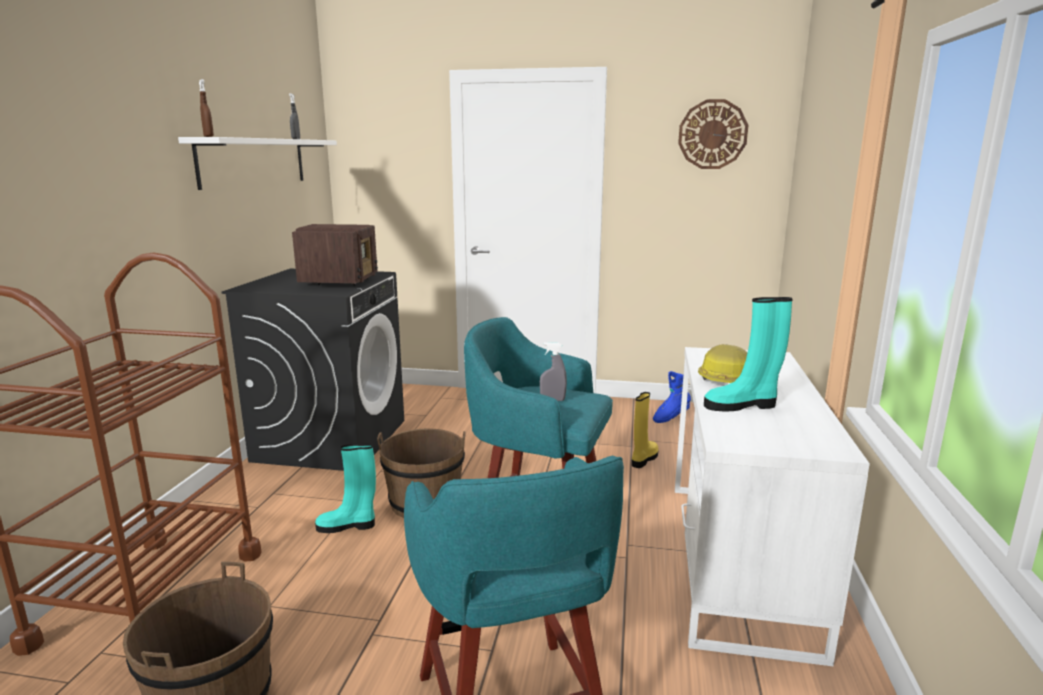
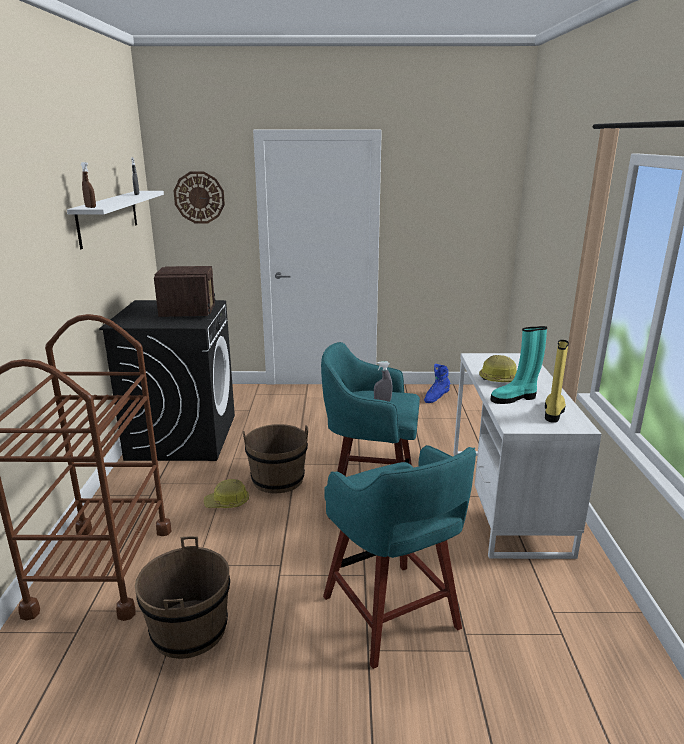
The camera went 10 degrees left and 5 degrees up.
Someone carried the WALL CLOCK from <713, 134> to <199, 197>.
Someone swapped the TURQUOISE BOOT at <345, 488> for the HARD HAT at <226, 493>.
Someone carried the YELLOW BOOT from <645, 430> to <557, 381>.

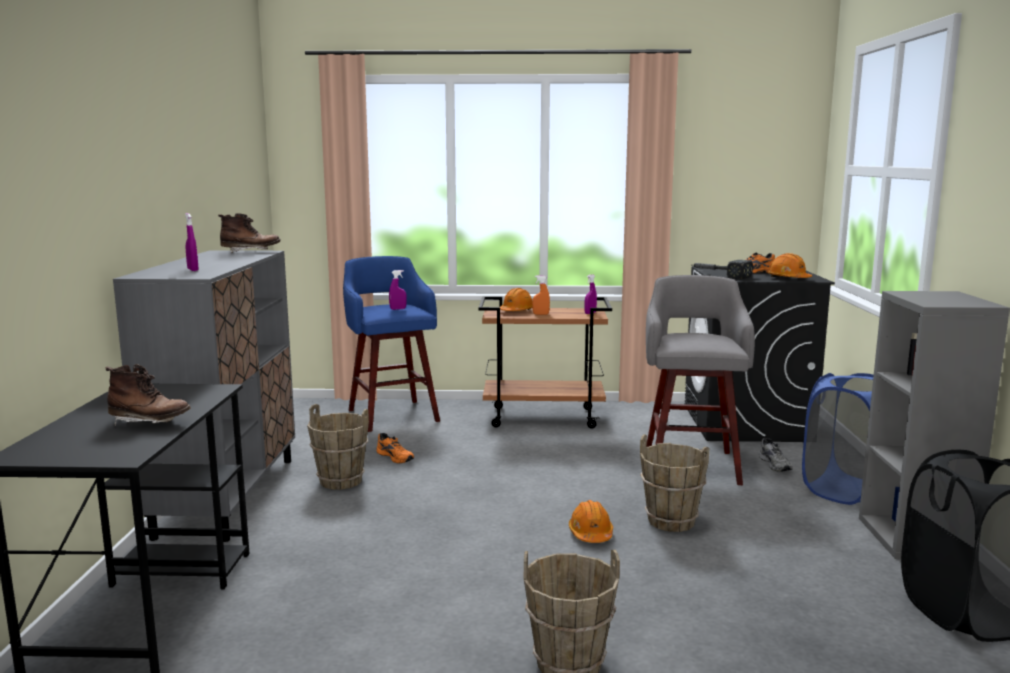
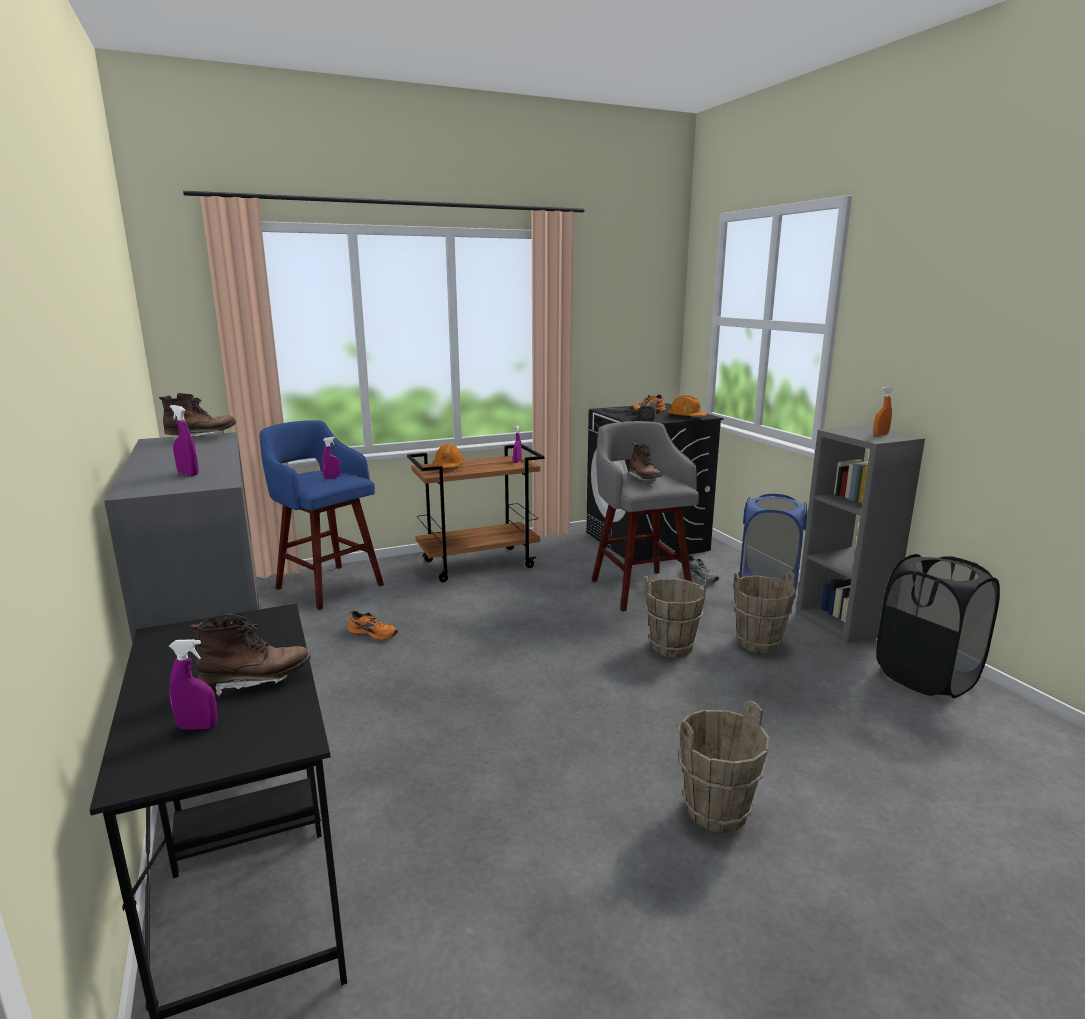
The camera went 25 degrees left and 5 degrees up.
Someone put down the PURPLE SPRAY BOTTLE at <193, 684>.
Someone put down the BROWN BOOT at <644, 461>.
Someone carried the BROWN BUCKET from <338, 447> to <764, 611>.
Someone carried the ORANGE SPRAY BOTTLE from <541, 295> to <883, 411>.
Someone took away the ORANGE HARD HAT at <591, 521>.

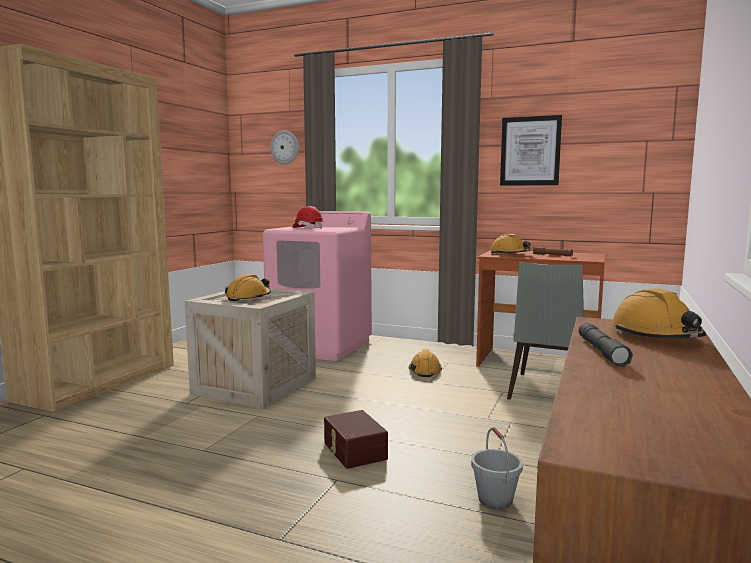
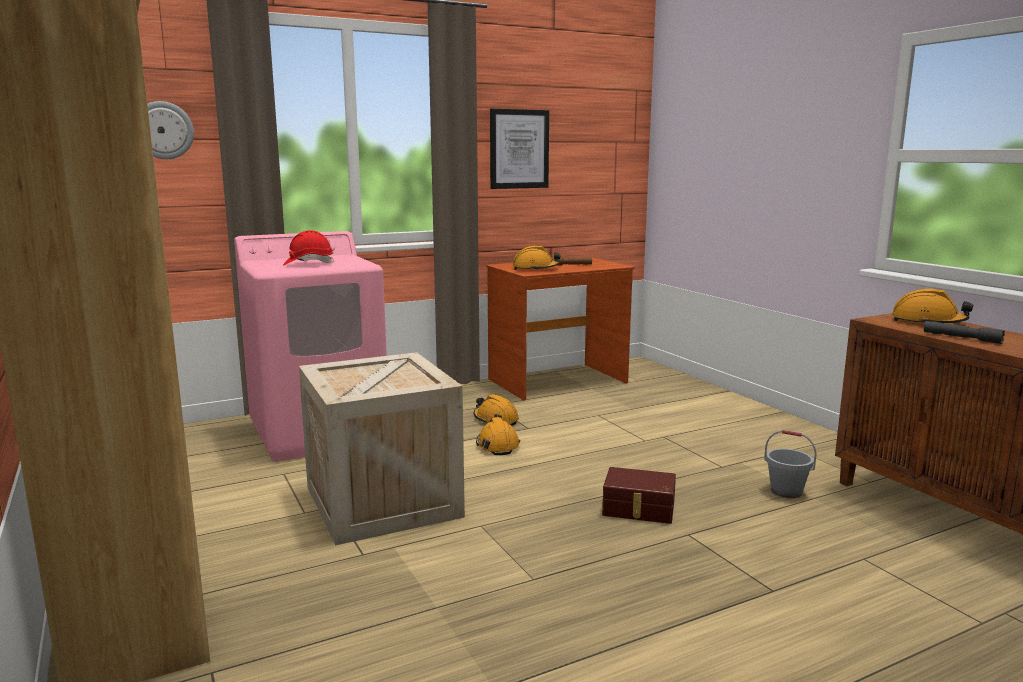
The camera went 50 degrees left and 5 degrees up.
Someone carried the ORANGE HARD HAT from <248, 287> to <498, 436>.
Someone took away the GREY CHAIR at <545, 331>.

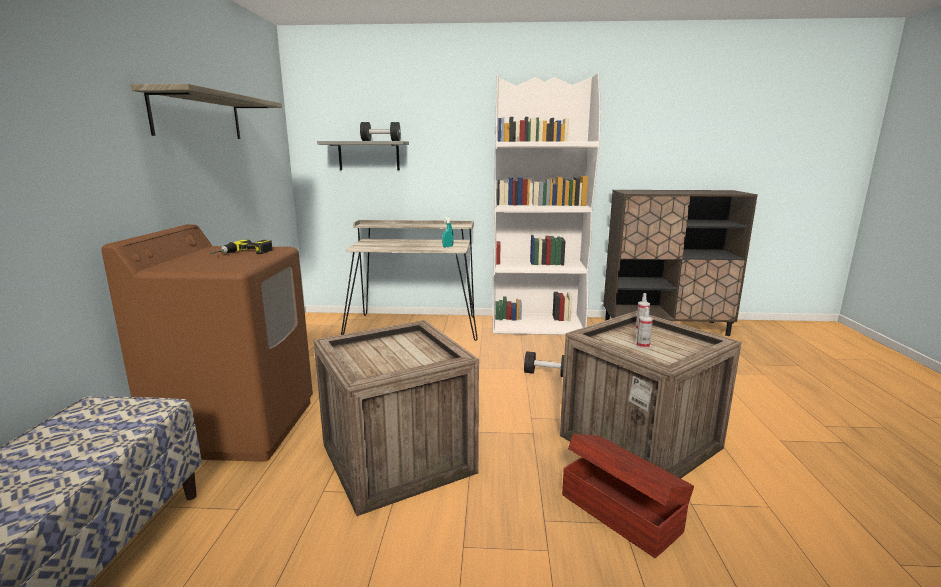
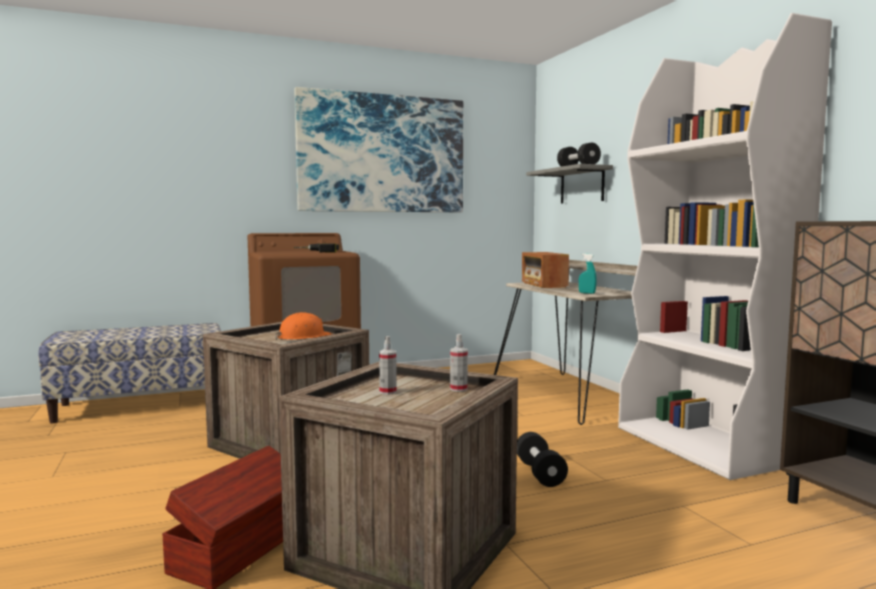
The camera went 65 degrees right and 10 degrees down.
Someone put down the ORANGE HARD HAT at <303, 326>.
Someone swapped the SHELF at <206, 111> for the PICTURE at <378, 149>.
Someone put down the RADIO at <545, 270>.

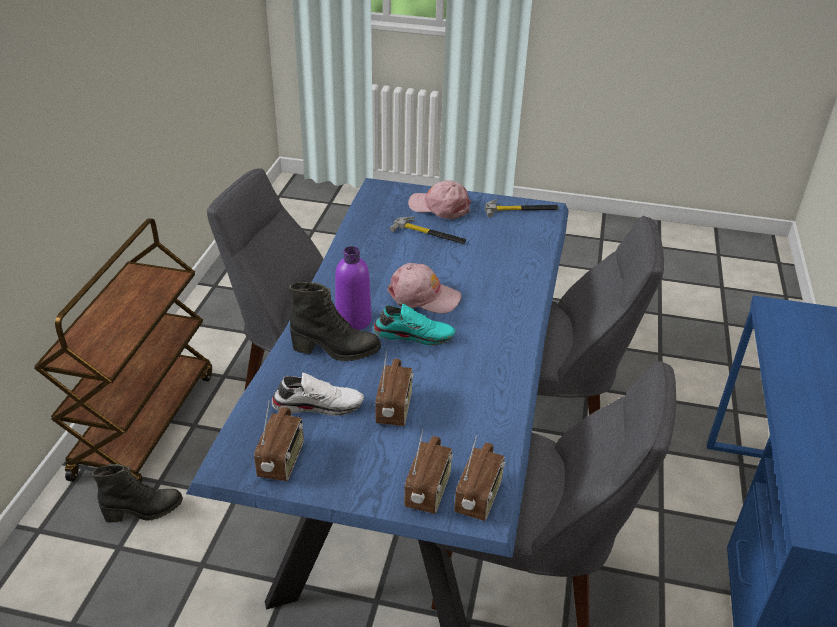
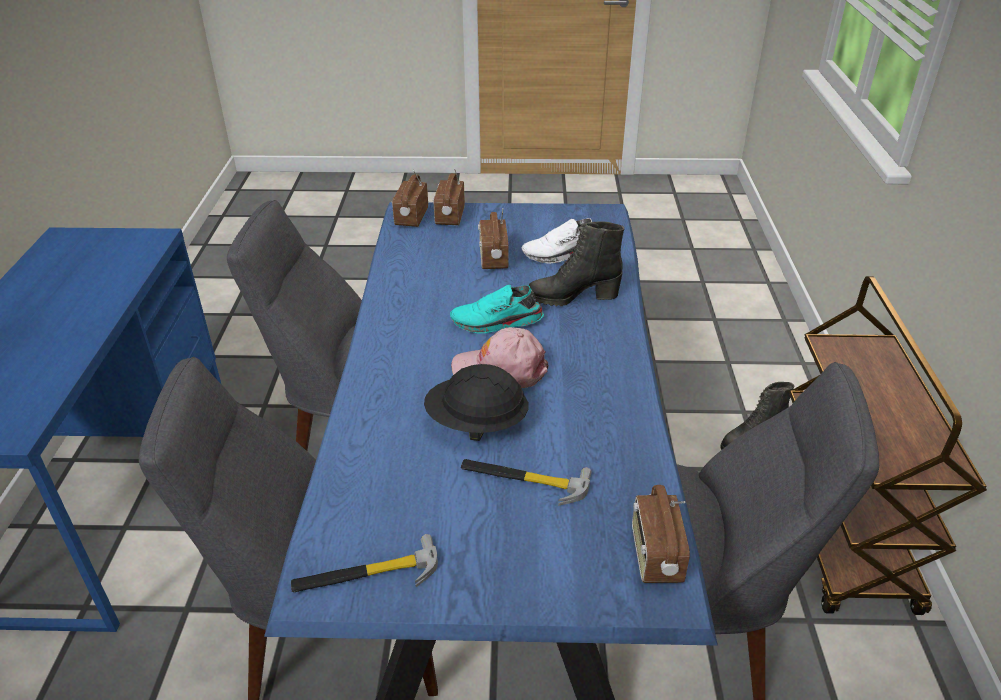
The camera went 170 degrees right and 0 degrees up.
Someone put down the BLACK HARD HAT at <476, 402>.
Someone carried the RADIO from <279, 440> to <661, 534>.
Someone took away the PURPLE BOTTLE at <353, 288>.
Someone took away the PINK CAP at <439, 199>.

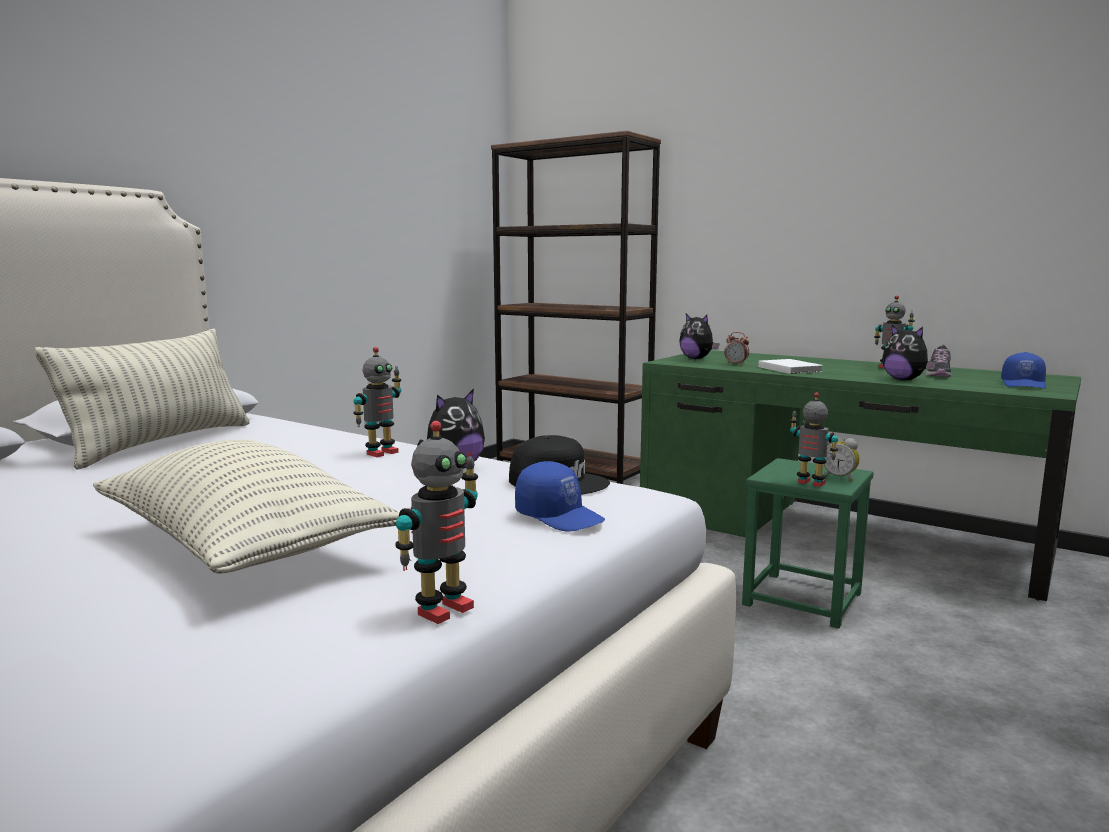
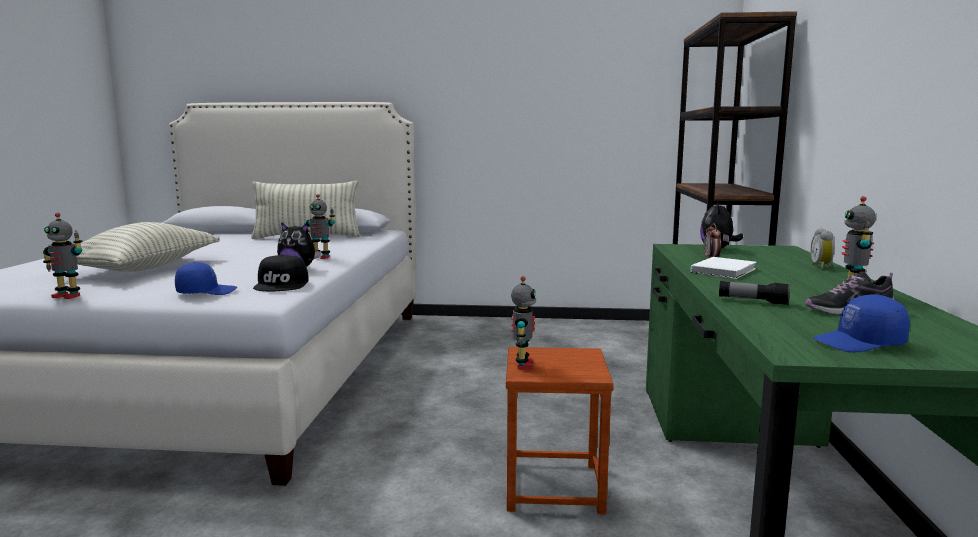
The camera went 60 degrees right and 0 degrees up.
Someone rotated the BLUE CAP at <560, 496> by 120 degrees counterclockwise.
Someone repainted the GREEN STOOL at <808, 543>, which became the BROWN STOOL at <560, 431>.
Someone swapped the PLUSH TOY at <909, 352> for the FLASHLIGHT at <754, 293>.
Someone carried the ALARM CLOCK from <842, 460> to <822, 248>.

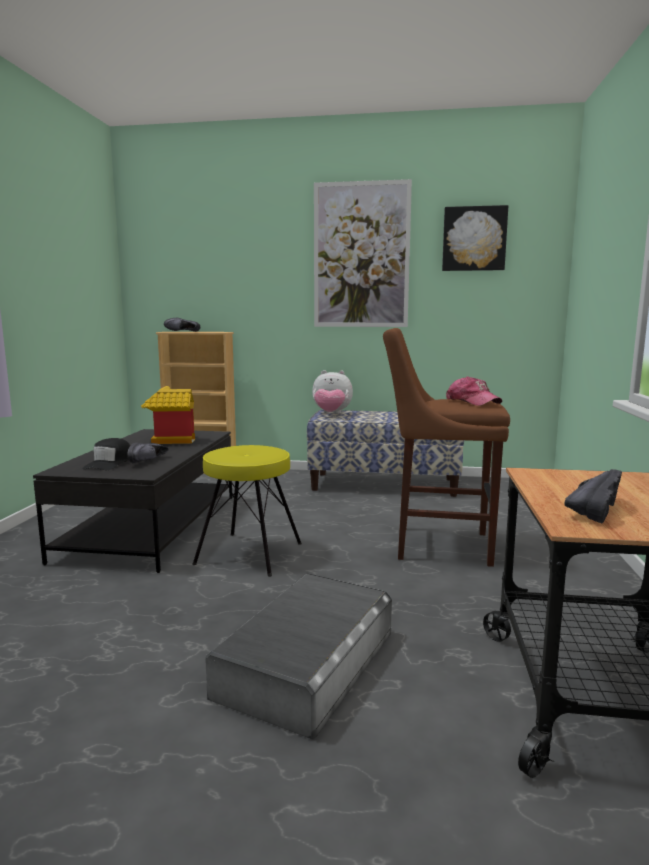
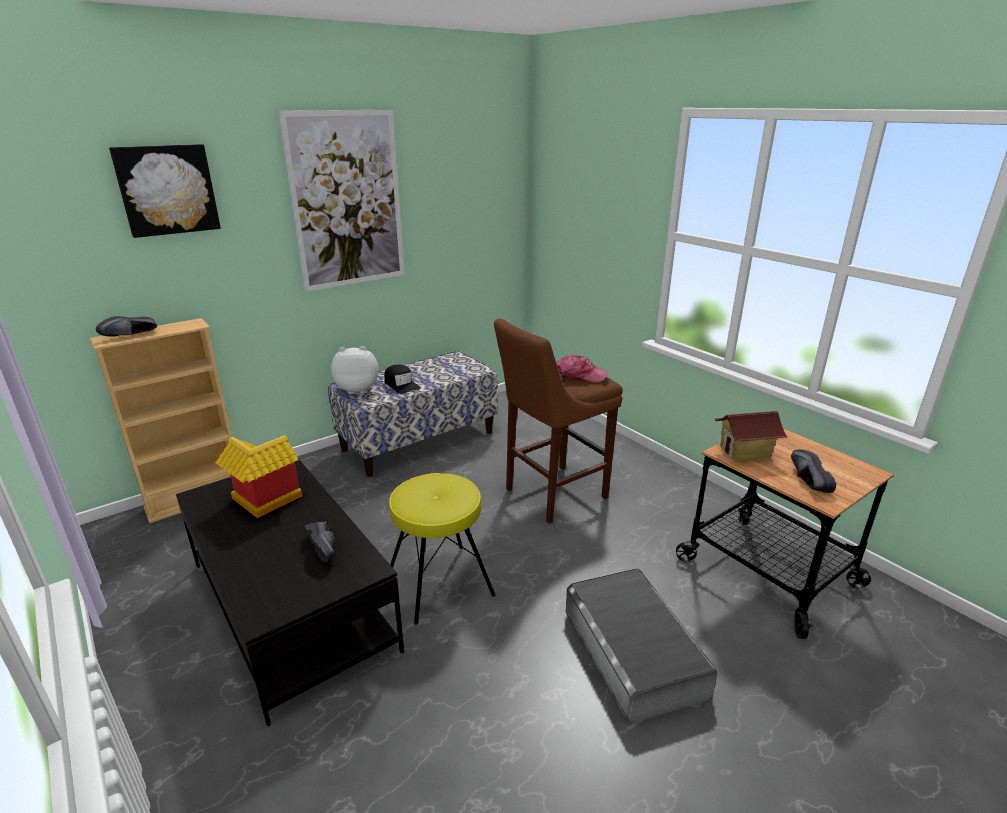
The camera went 45 degrees left and 15 degrees up.
Someone carried the PICTURE from <475, 238> to <165, 191>.
Someone rotated the PLUSH TOY at <332, 392> by 150 degrees counterclockwise.
Someone carried the BLACK CAP from <106, 454> to <402, 379>.
Someone put down the TOY HOUSE at <751, 436>.

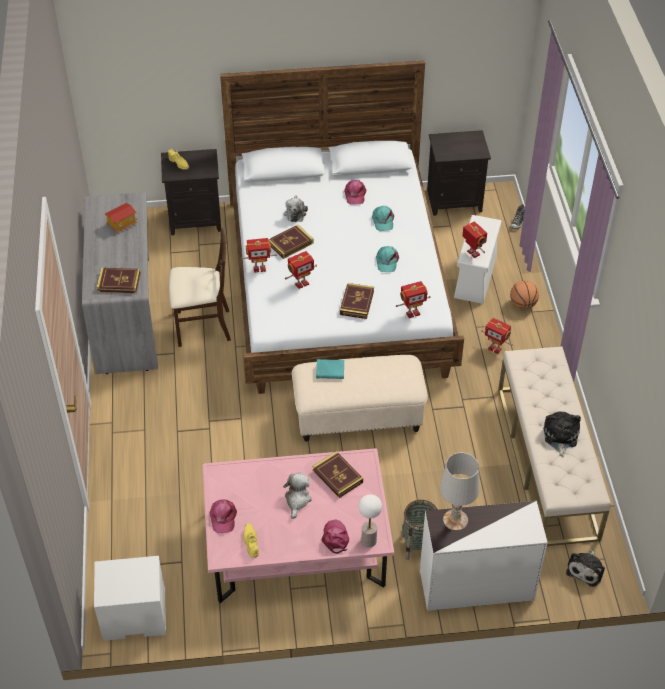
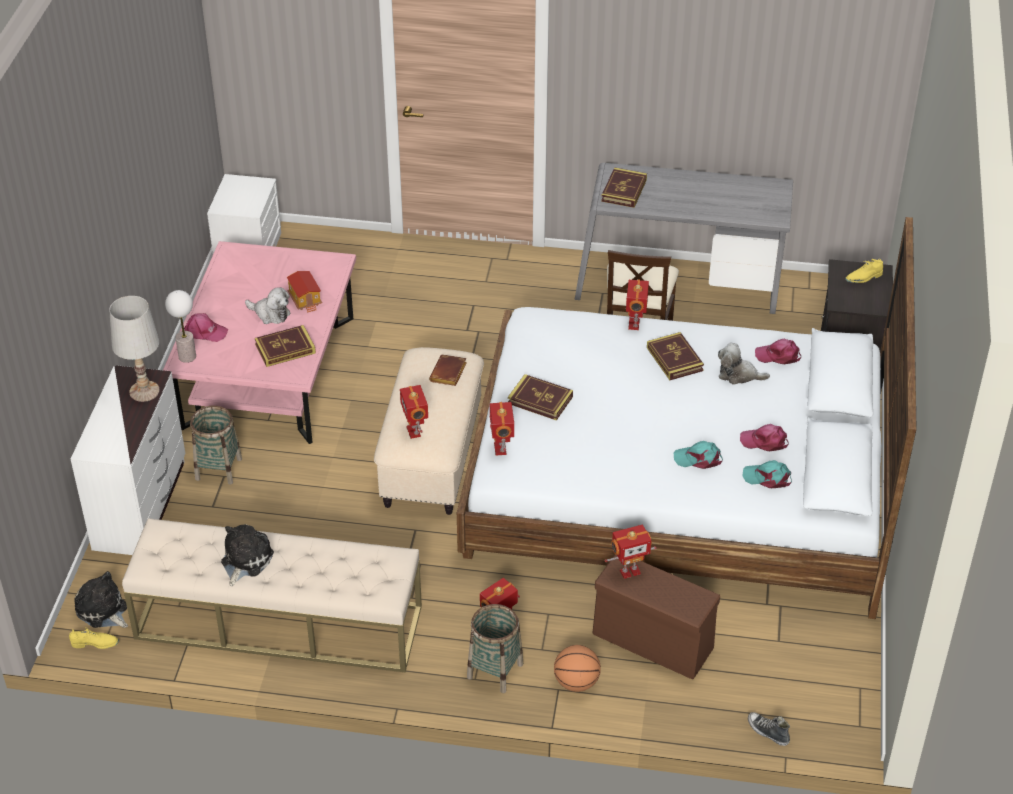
The camera went 105 degrees right and 5 degrees down.
Someone carried the YELLOW SHOE from <251, 540> to <94, 638>.
Someone rotated the PLUSH TOY at <562, 434> by 90 degrees counterclockwise.
Someone carried the TOY HOUSE from <121, 218> to <304, 292>.
Someone carried the TOY ROBOT from <301, 270> to <414, 412>.
Someone repainted the TURQUOISE BOOK at <330, 369>, which became the BROWN BOOK at <448, 370>.
Someone put down the BASKET at <495, 648>.
Someone repainted the WHITE STORAGE BOX at <478, 259>, which became the BROWN STORAGE BOX at <656, 617>.
Someone carried the TURQUOISE CAP from <387, 259> to <767, 474>.
Someone carried the PINK CAP from <223, 516> to <778, 351>.
Someone took away the BLACK NIGHTSTAND at <459, 173>.

